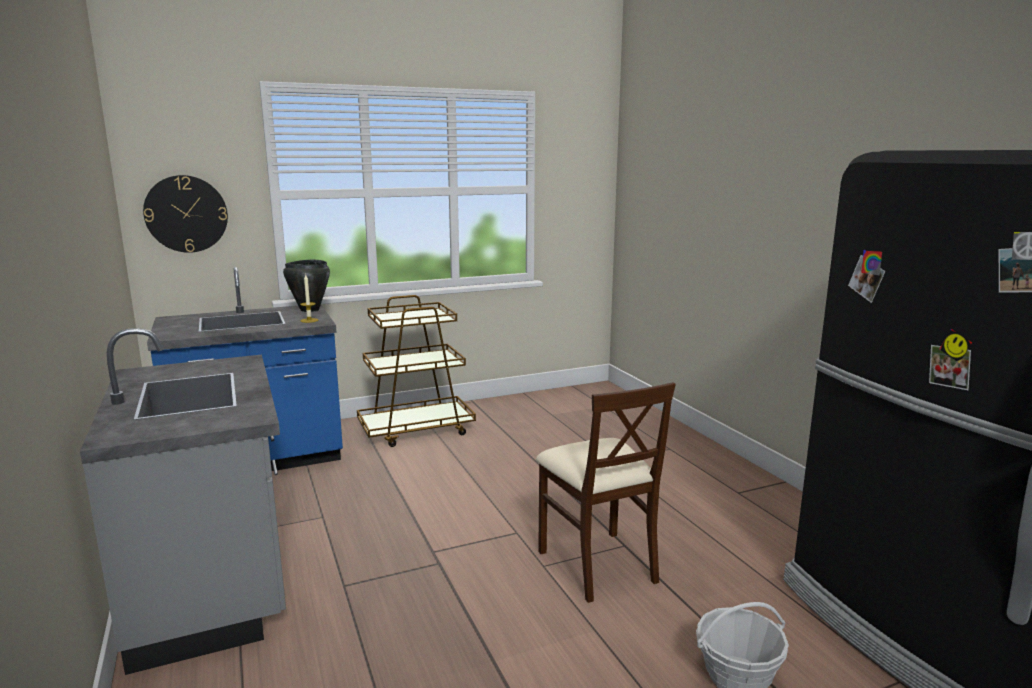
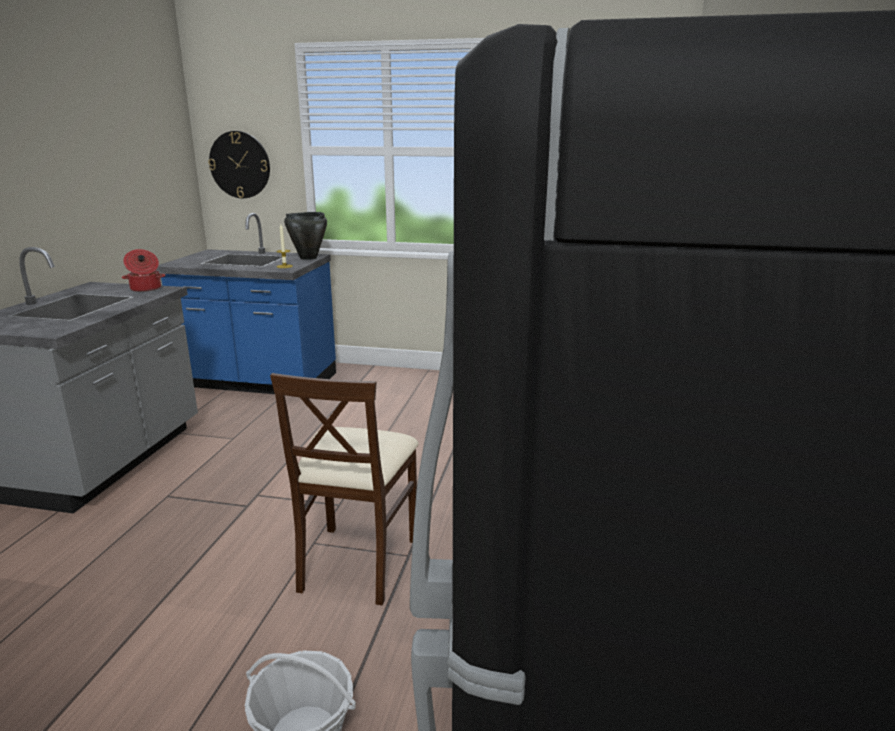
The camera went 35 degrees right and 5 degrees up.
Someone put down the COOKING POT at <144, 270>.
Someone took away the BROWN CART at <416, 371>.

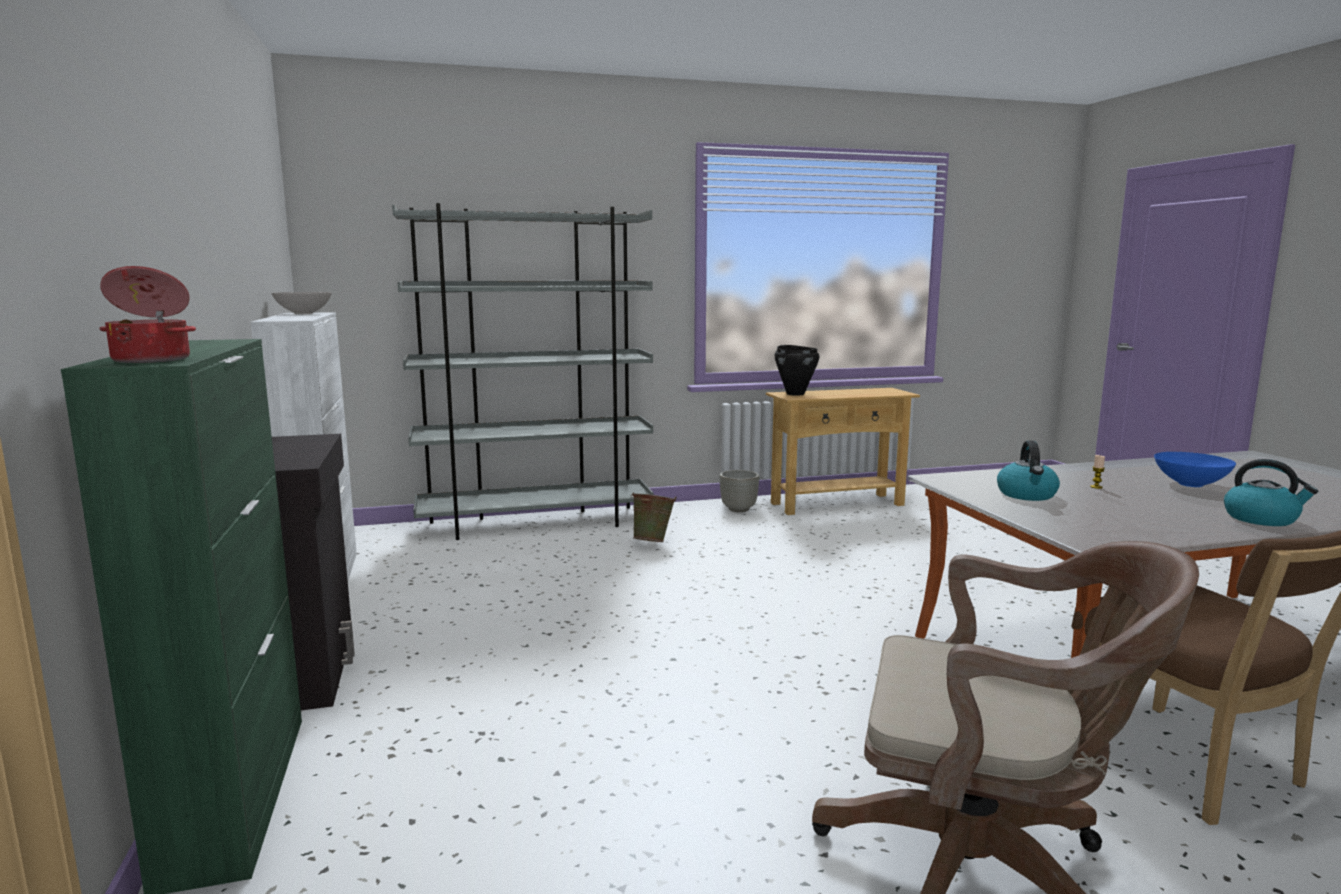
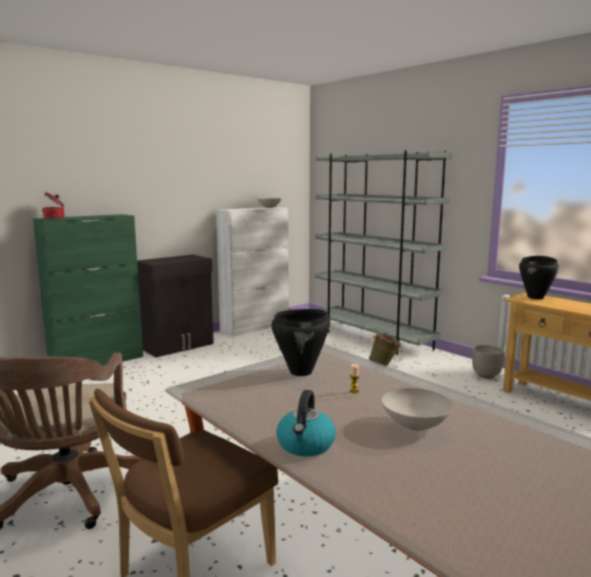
The camera went 65 degrees right and 0 degrees up.
Someone swapped the KETTLE at <1028, 470> for the BLACK COOKING POT at <300, 342>.
Someone repainted the BLUE BOWL at <1195, 469>, which became the WHITE BOWL at <417, 409>.

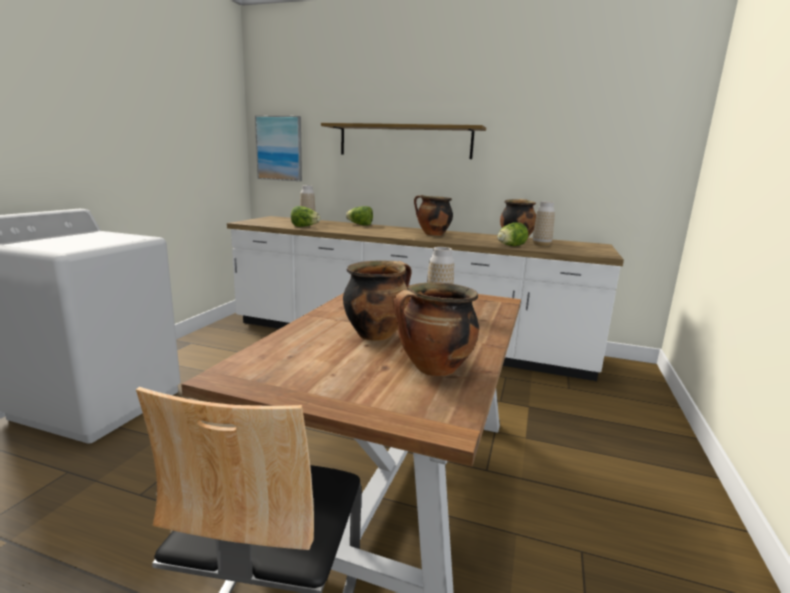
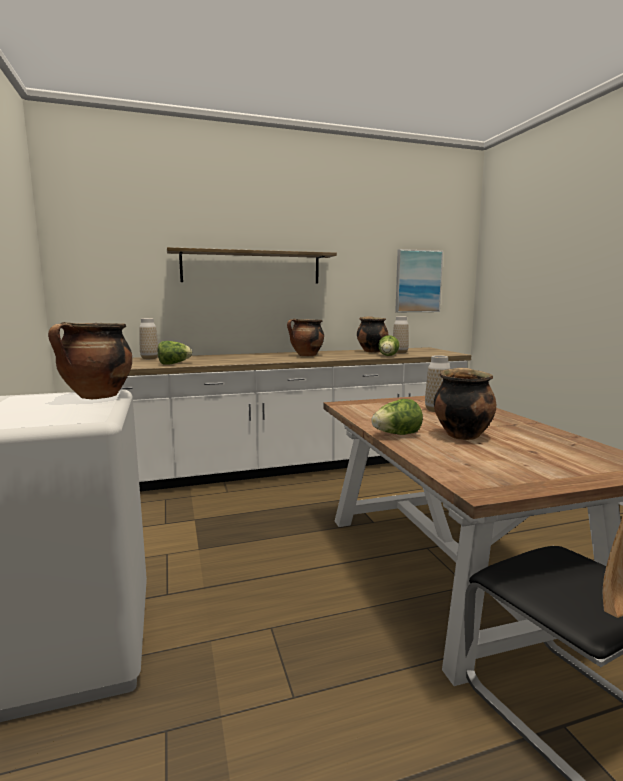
The camera went 35 degrees left and 5 degrees down.
Someone carried the COOKING POT from <436, 329> to <90, 360>.
Someone carried the LETTUCE from <359, 215> to <397, 417>.
Someone carried the PICTURE from <278, 148> to <419, 280>.

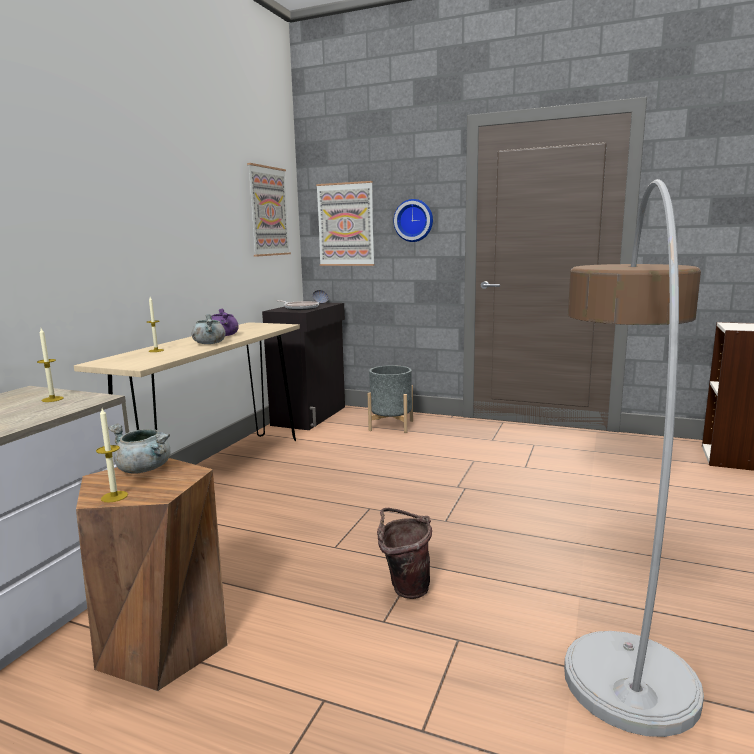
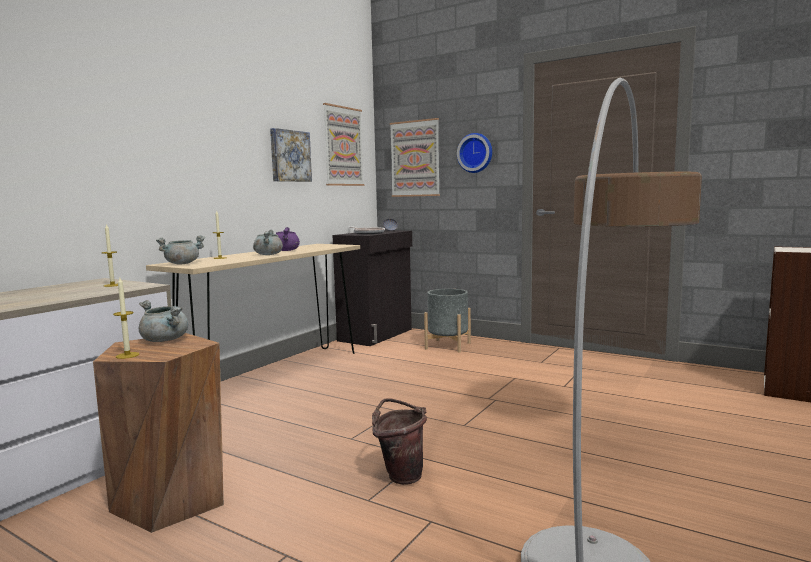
The camera went 10 degrees right and 5 degrees down.
Someone put down the GREY COOKING POT at <180, 250>.
Someone put up the PICTURE at <291, 155>.

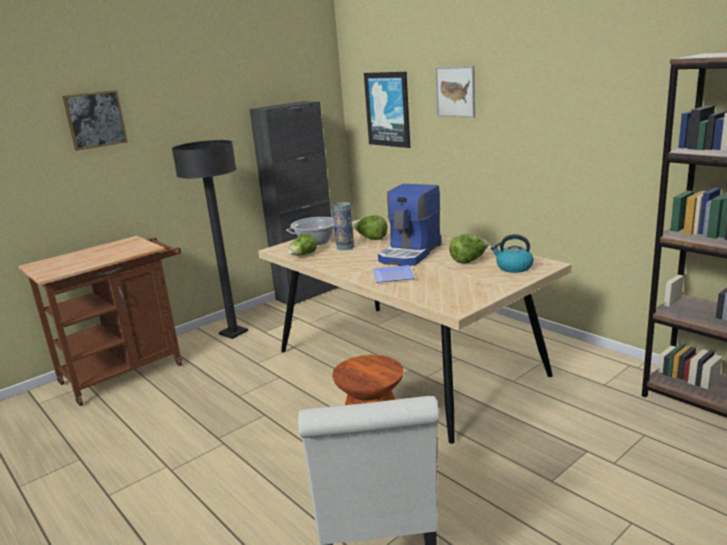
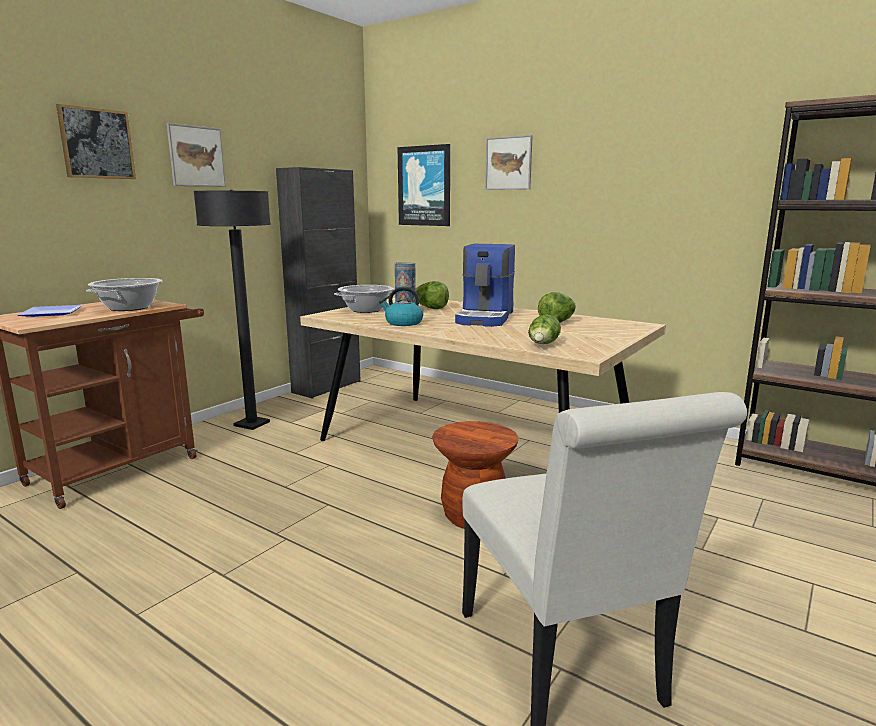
The camera went 15 degrees left and 5 degrees down.
Someone carried the PLATE from <394, 274> to <50, 311>.
Someone put down the COOKING POT at <124, 294>.
Someone put up the PICTURE at <196, 155>.
Someone carried the KETTLE from <512, 253> to <401, 306>.
Someone carried the LETTUCE from <302, 244> to <544, 329>.

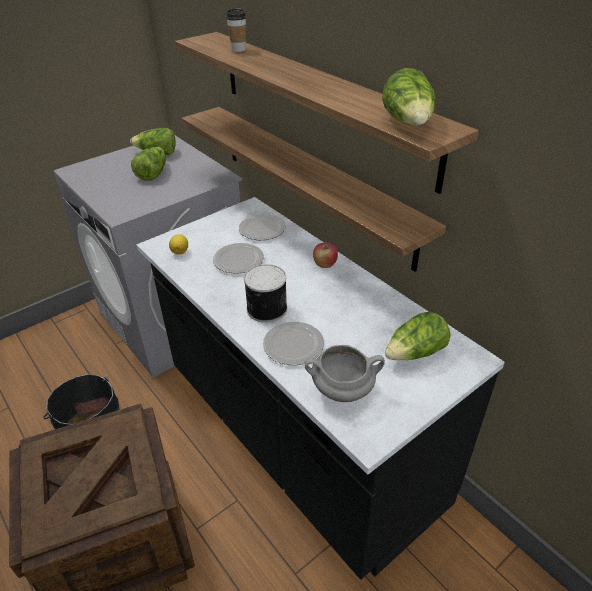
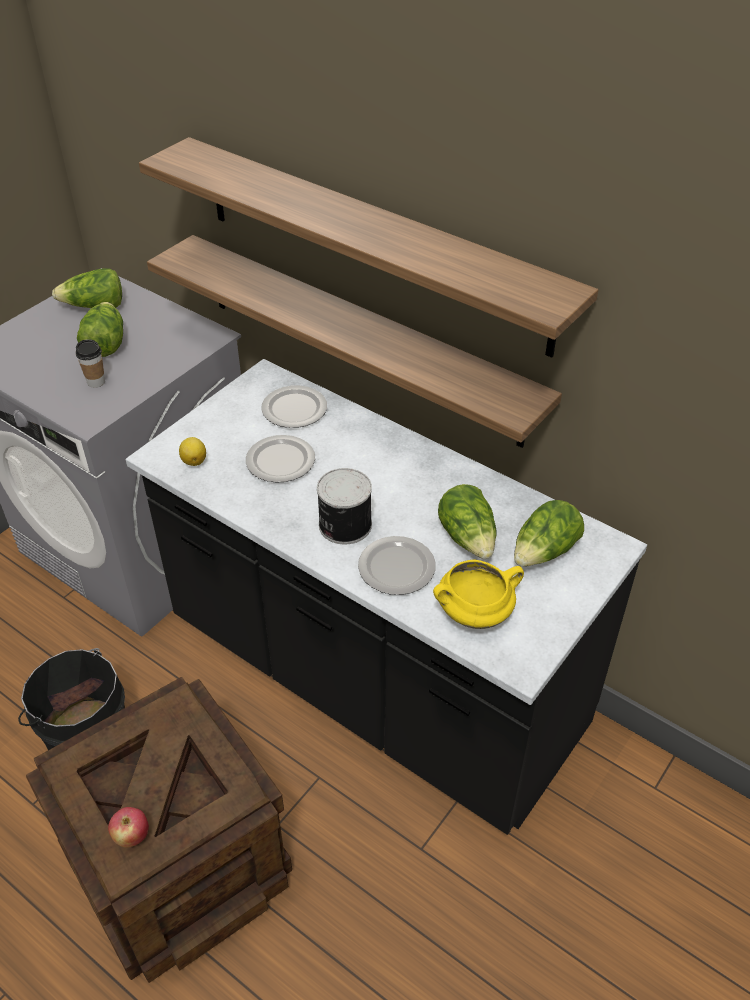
The camera went 15 degrees left and 5 degrees up.
Someone carried the CUP from <236, 30> to <90, 363>.
Someone carried the APPLE from <325, 255> to <128, 827>.
Someone repainted the GREY COOKING POT at <344, 373>, which became the YELLOW COOKING POT at <478, 594>.
Someone carried the LETTUCE from <409, 97> to <467, 521>.

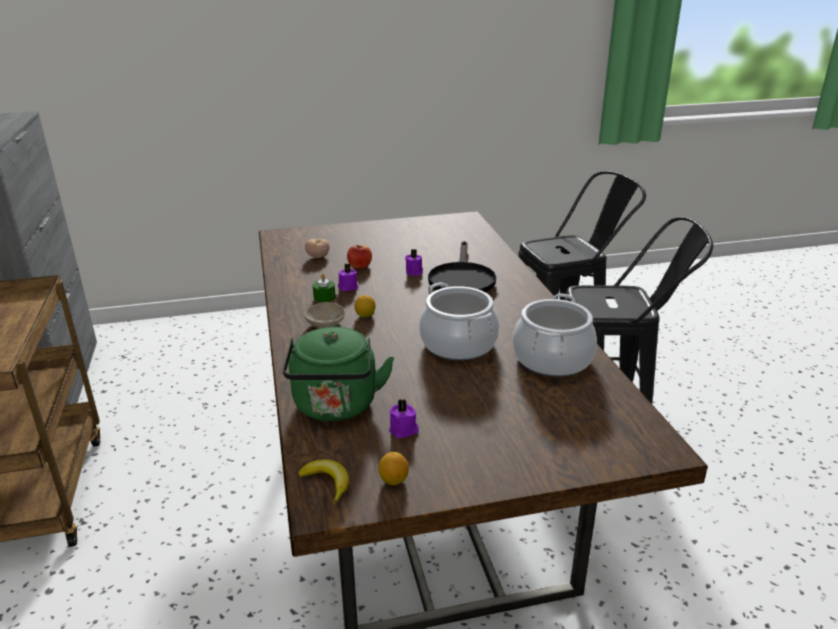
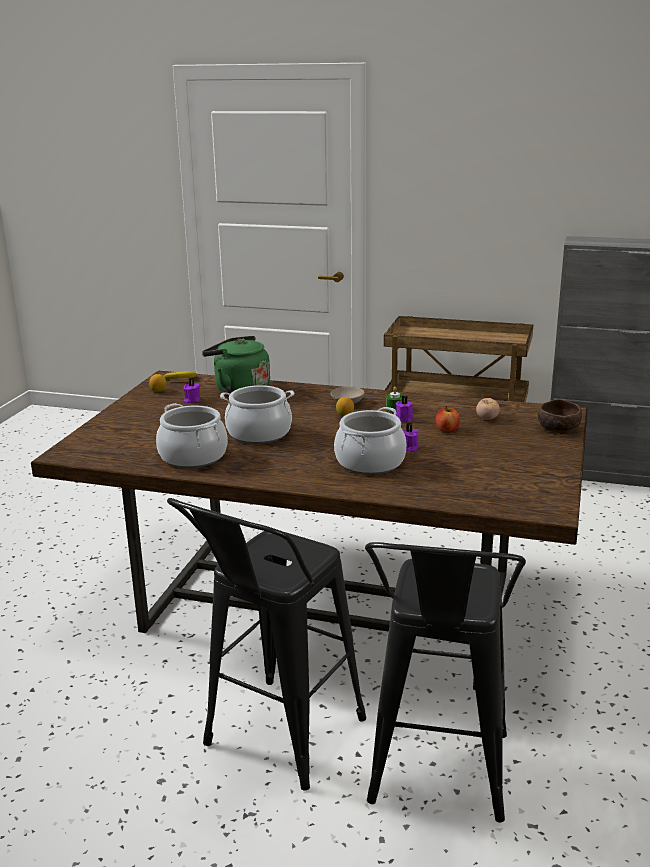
The camera went 120 degrees right and 5 degrees down.
Someone swapped the BLACK FRYING PAN at <462, 266> for the COOKING POT at <370, 441>.
Someone put down the BROWN BOWL at <560, 416>.

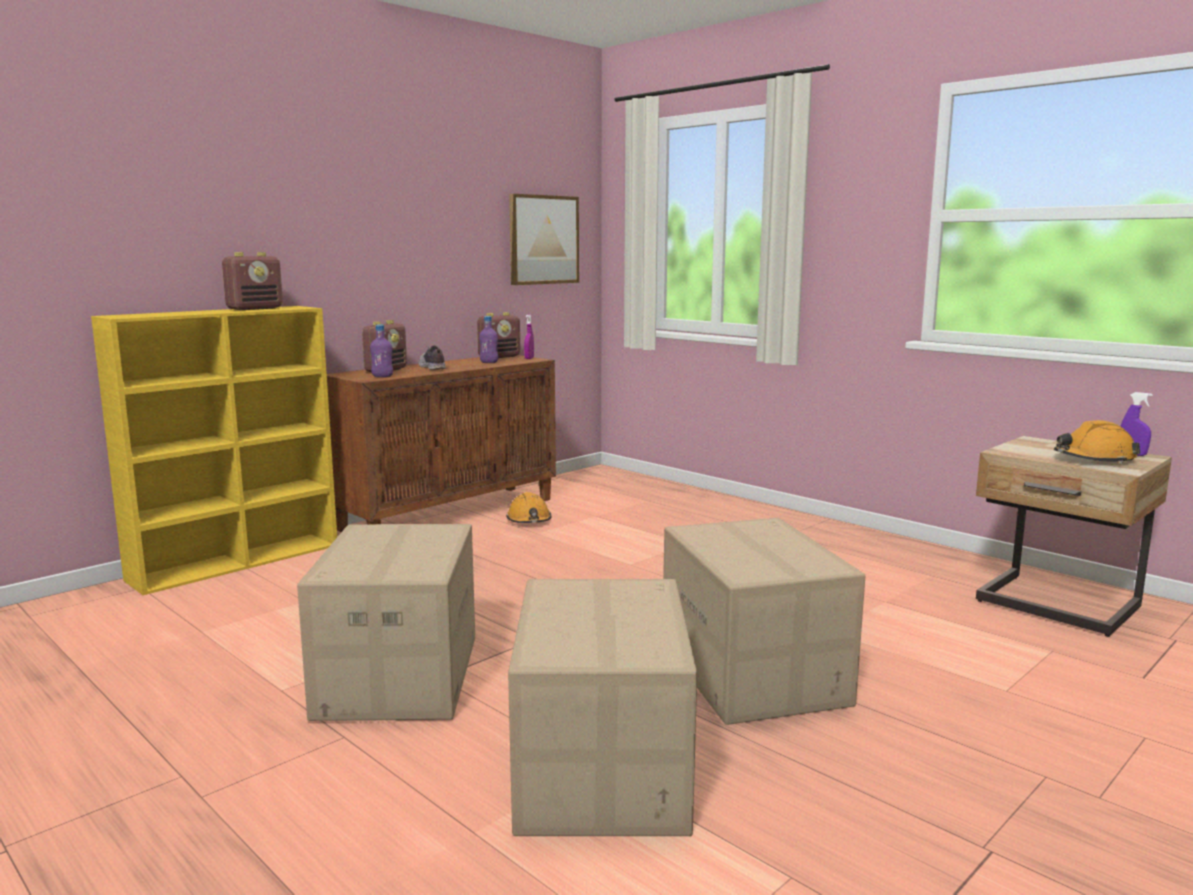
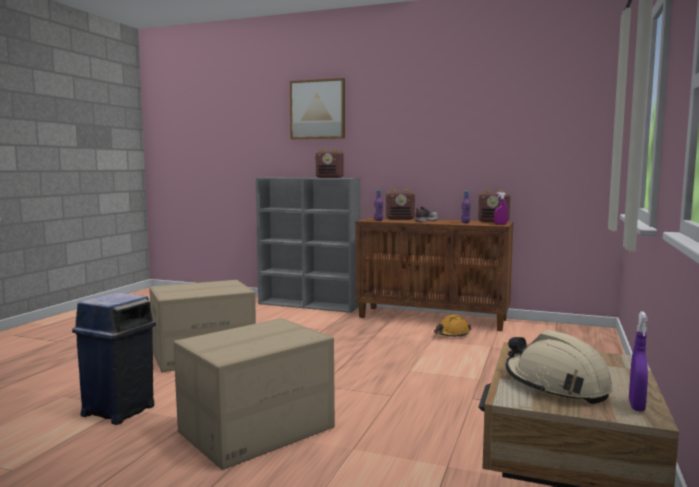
The camera went 65 degrees right and 5 degrees down.
Someone swapped the CARDBOARD BOX at <602, 707> for the BLUE TRASH CAN at <114, 359>.
Someone repainted the YELLOW BOOKCASE at <214, 450>, which became the GREY BOOKCASE at <308, 245>.
Someone carried the PICTURE from <544, 239> to <317, 108>.
Someone repainted the ORANGE HARD HAT at <1097, 442>, which became the BEIGE HARD HAT at <559, 367>.

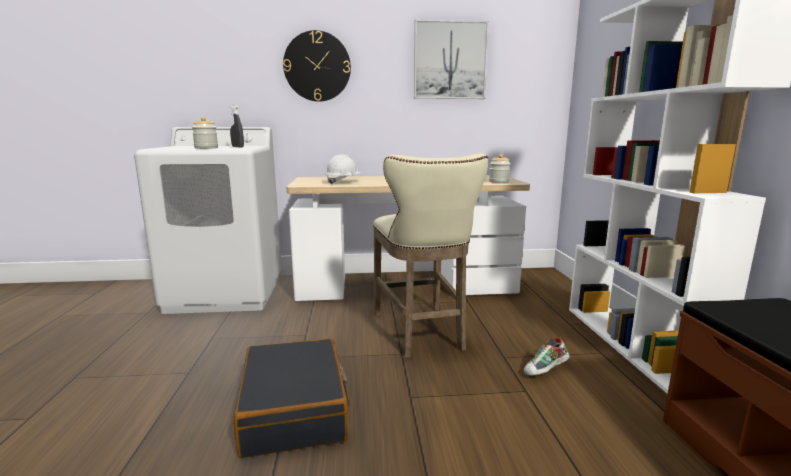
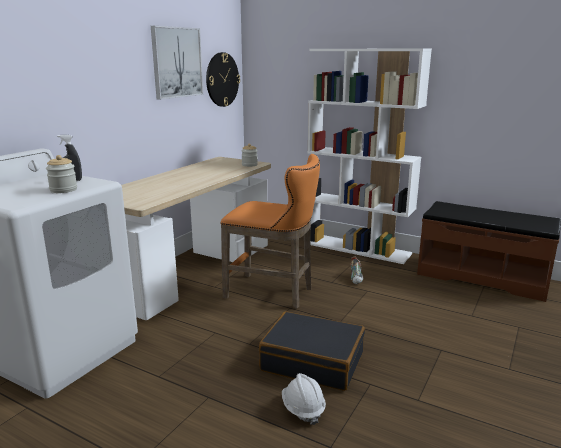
The camera went 55 degrees left and 5 degrees up.
Someone carried the WALL CLOCK from <317, 66> to <223, 79>.
Someone repainted the BEIGE STOOL at <430, 255>, which became the ORANGE STOOL at <270, 231>.
Someone carried the WHITE HARD HAT from <343, 170> to <304, 399>.

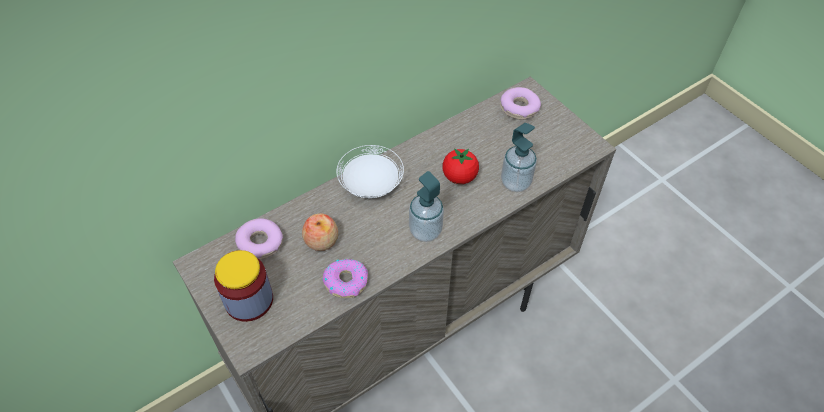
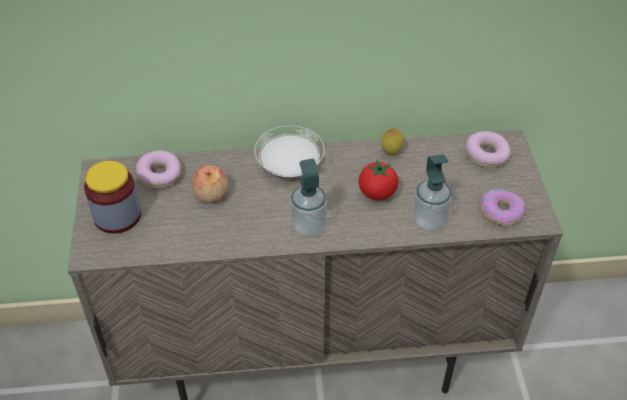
The camera went 30 degrees right and 5 degrees down.
Someone put down the LEMON at <392, 141>.
Someone carried the DONUT from <345, 278> to <503, 207>.

